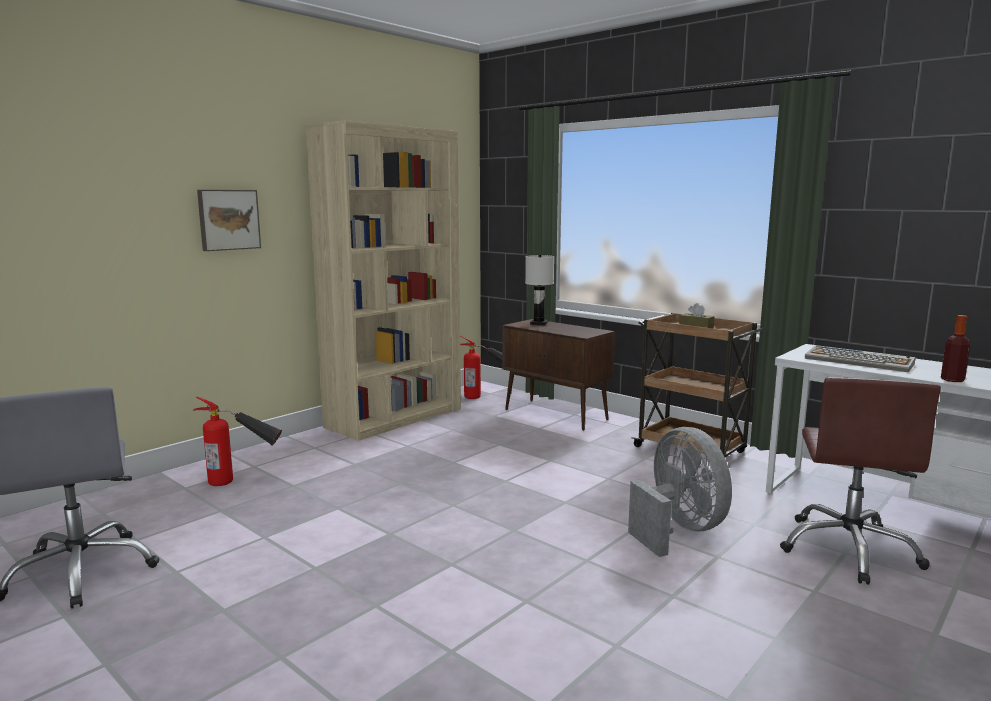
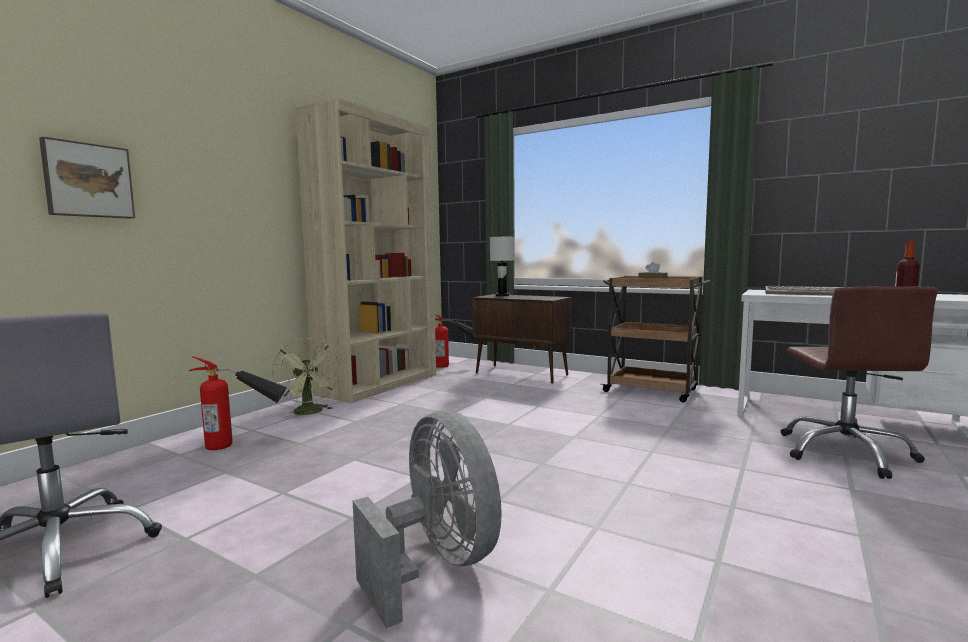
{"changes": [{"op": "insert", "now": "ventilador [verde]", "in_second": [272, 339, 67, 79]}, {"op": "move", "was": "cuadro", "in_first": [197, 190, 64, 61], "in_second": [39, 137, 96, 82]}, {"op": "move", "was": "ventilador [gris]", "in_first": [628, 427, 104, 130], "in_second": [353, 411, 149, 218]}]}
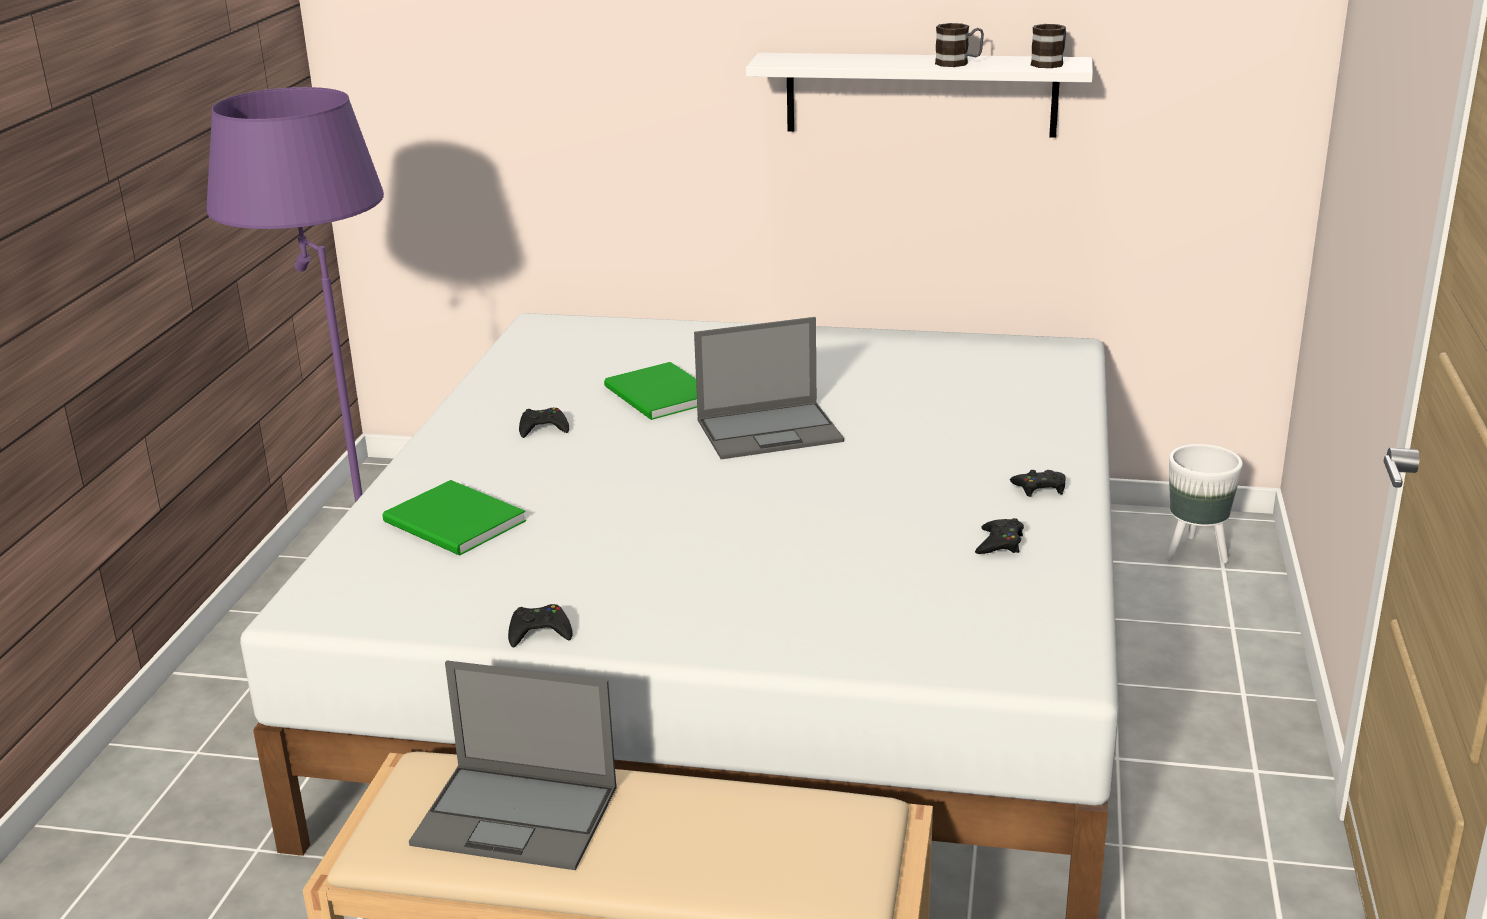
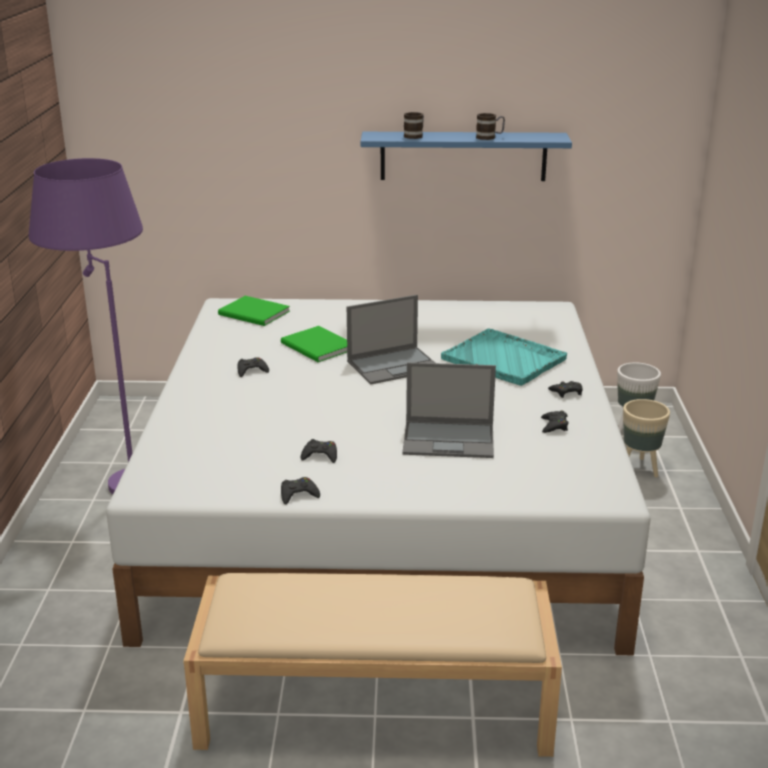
{"changes": [{"op": "insert", "now": "mando de consola [negro]", "in_second": [301, 439, 36, 24]}, {"op": "insert", "now": "bandeja [turquesa]", "in_second": [441, 328, 126, 58]}, {"op": "insert", "now": "maceta [beis]", "in_second": [623, 399, 47, 79]}, {"op": "move", "was": "libro [verde]", "in_first": [383, 480, 143, 76], "in_second": [218, 296, 72, 30]}, {"op": "move", "was": "portátil", "in_first": [409, 661, 208, 209], "in_second": [402, 362, 94, 96]}, {"op": "move", "was": "taza grande", "in_first": [1030, 24, 36, 44], "in_second": [404, 112, 20, 27]}, {"op": "recolor", "was": "estante [blanco]", "now": "estante [azul]", "in_first": [746, 53, 347, 85], "in_second": [360, 132, 212, 49]}]}
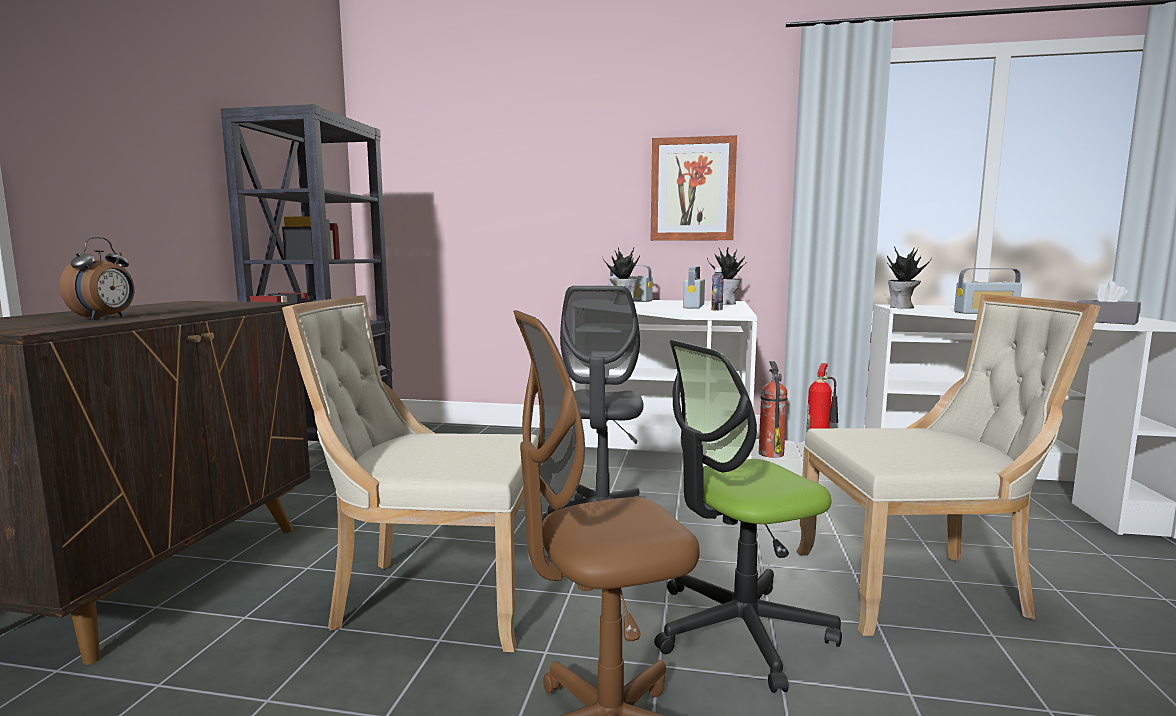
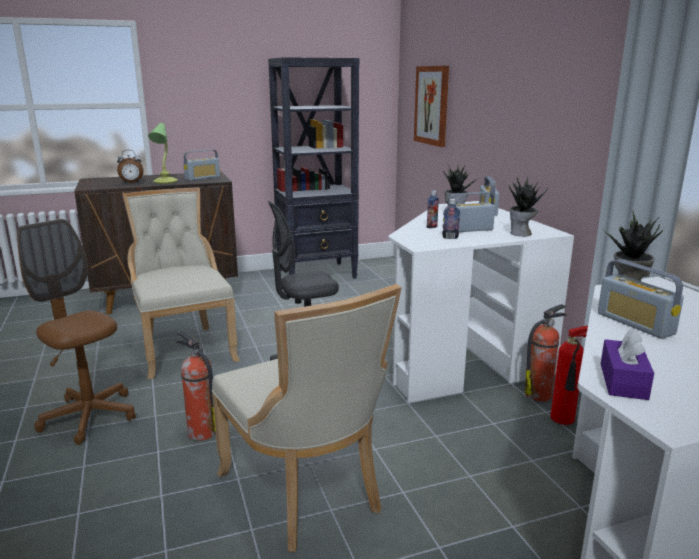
{"changes": [{"op": "insert", "now": "lámpara de mesa", "in_second": [148, 123, 30, 61]}, {"op": "insert", "now": "radio", "in_second": [183, 149, 37, 32]}, {"op": "insert", "now": "botella", "in_second": [427, 190, 12, 38]}, {"op": "move", "was": "cuadro", "in_first": [651, 135, 86, 106], "in_second": [414, 66, 35, 81]}, {"op": "replace", "was": "silla de oficina", "now": "extintor", "in_first": [654, 340, 188, 353], "in_second": [176, 331, 40, 110]}, {"op": "recolor", "was": "caja de pañuelos [gris]", "now": "caja de pañuelos [morado]", "in_first": [1077, 281, 64, 44], "in_second": [601, 328, 53, 72]}]}
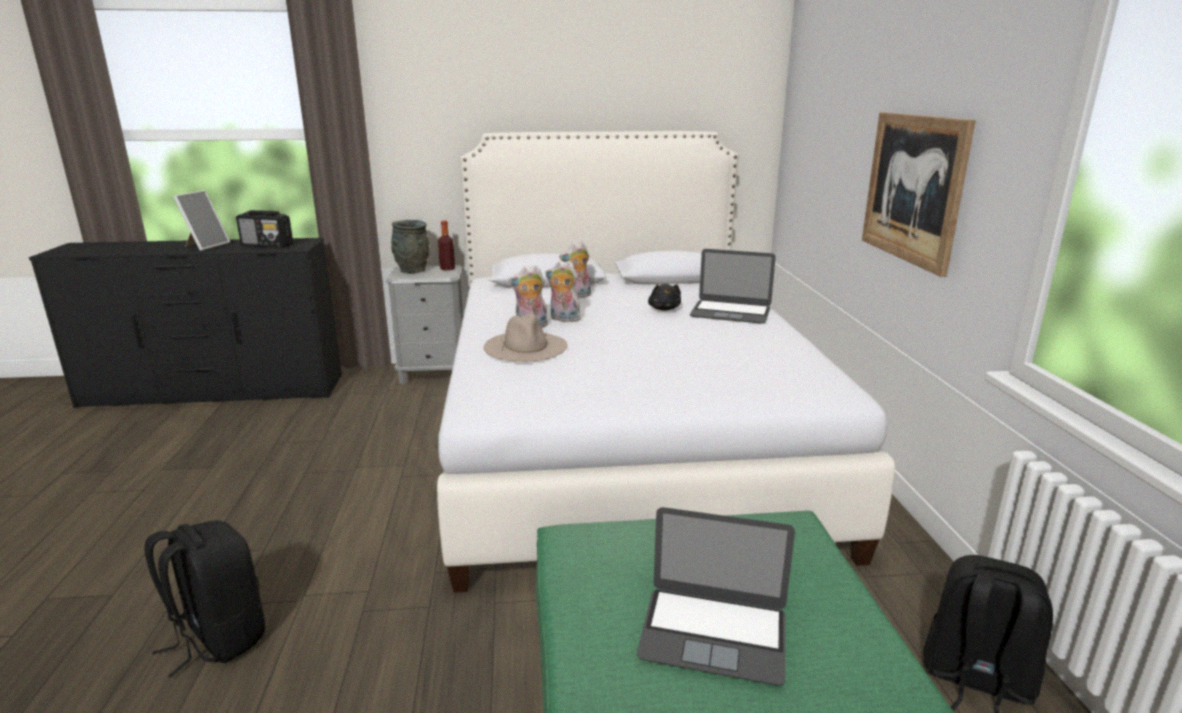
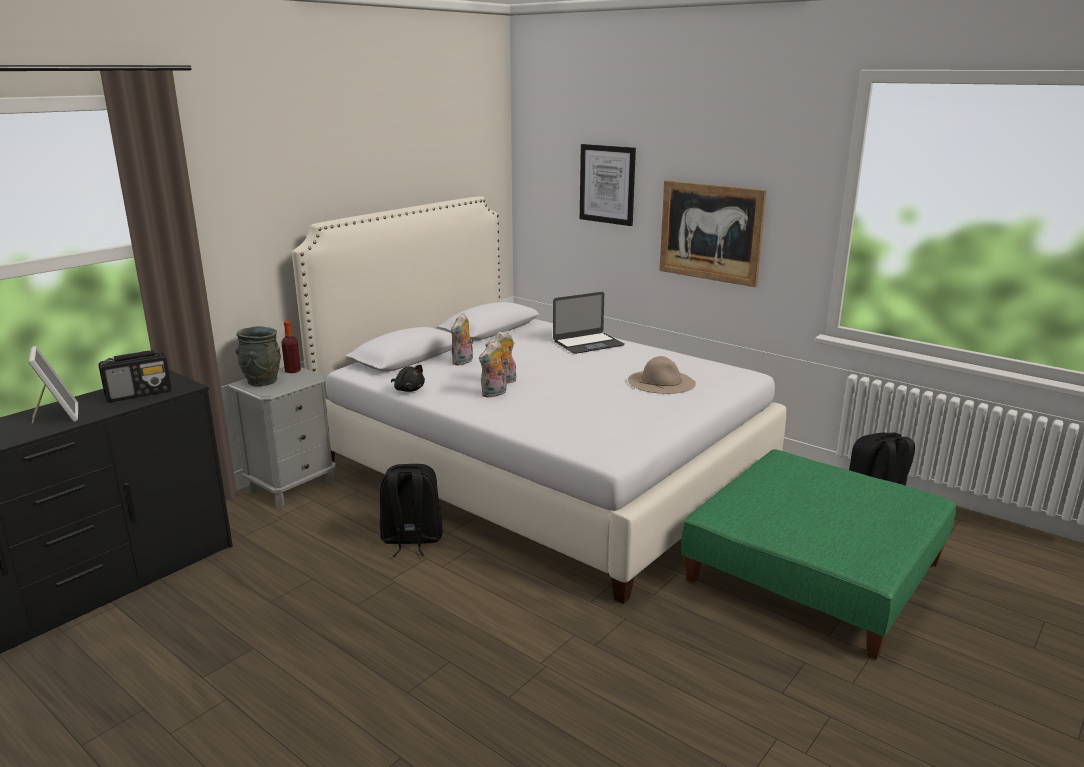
{"changes": [{"op": "delete", "was": "portátil", "in_first": [637, 507, 158, 179]}, {"op": "insert", "now": "cuadro", "in_second": [580, 144, 56, 82]}, {"op": "move", "was": "mochila [negro]", "in_first": [144, 520, 121, 158], "in_second": [380, 464, 62, 93]}, {"op": "move", "was": "sombrero [beis]", "in_first": [484, 314, 84, 48], "in_second": [628, 356, 68, 38]}, {"op": "move", "was": "peluche [negro]", "in_first": [648, 284, 33, 27], "in_second": [391, 365, 34, 27]}]}
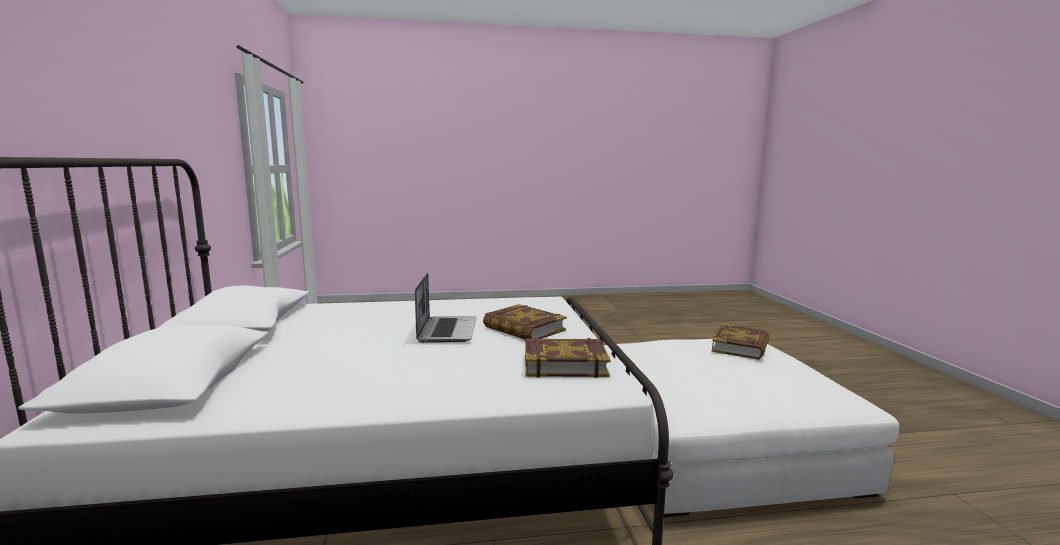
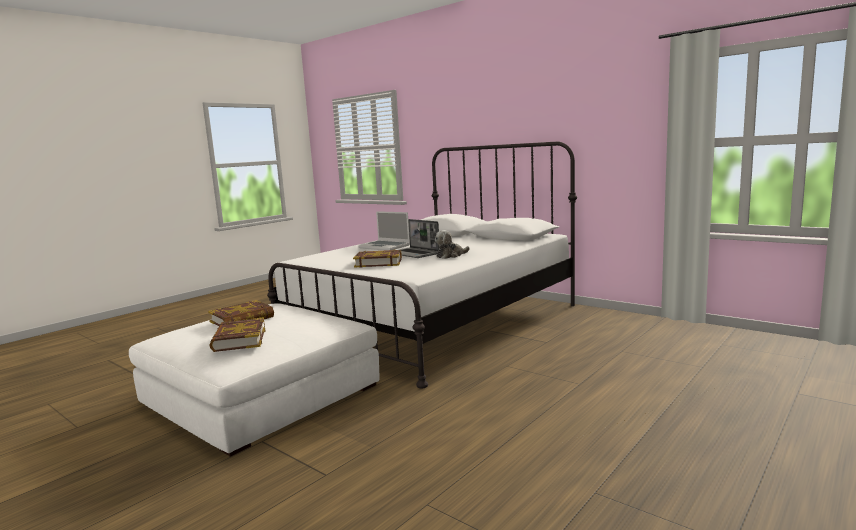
{"changes": [{"op": "insert", "now": "portátil", "in_second": [358, 211, 52, 40]}, {"op": "insert", "now": "peluche", "in_second": [435, 230, 35, 29]}, {"op": "move", "was": "libro", "in_first": [525, 338, 85, 40], "in_second": [208, 300, 66, 26]}]}
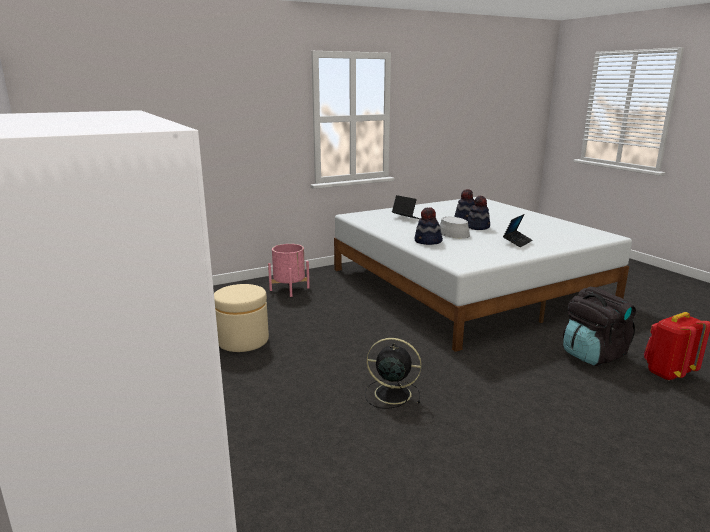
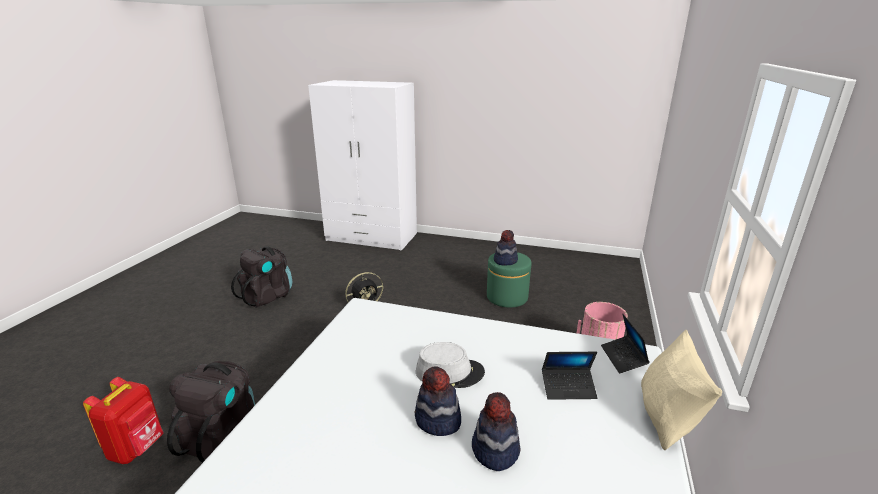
{"changes": [{"op": "insert", "now": "mochila [negro]", "in_second": [231, 246, 61, 62]}, {"op": "insert", "now": "cojín [beis]", "in_second": [641, 330, 81, 120]}, {"op": "move", "was": "sombrero", "in_first": [414, 208, 29, 37], "in_second": [494, 230, 24, 36]}, {"op": "move", "was": "portátil", "in_first": [503, 214, 30, 33], "in_second": [601, 314, 49, 60]}, {"op": "recolor", "was": "puf [beis]", "now": "puf [verde]", "in_first": [214, 284, 55, 68], "in_second": [487, 252, 45, 56]}]}
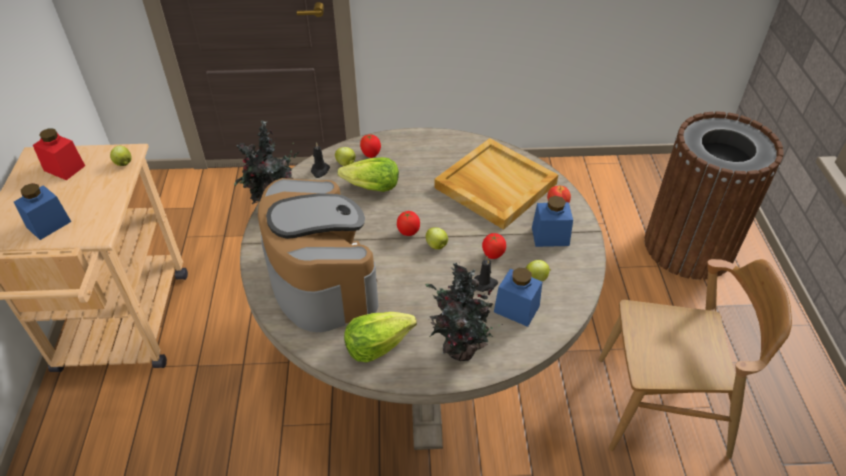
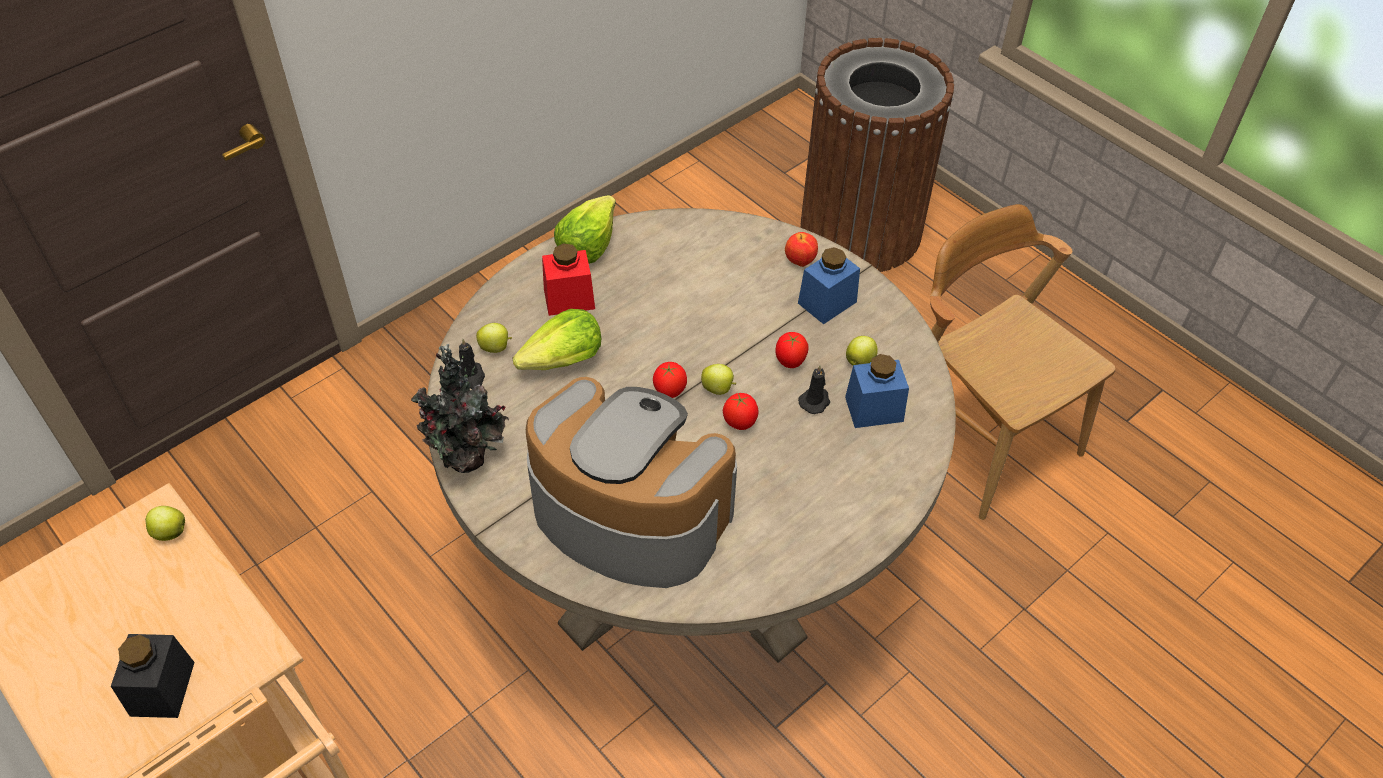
{"changes": [{"op": "delete", "was": "planta en maceta", "in_first": [425, 263, 78, 98]}, {"op": "delete", "was": "bandeja [beis]", "in_first": [434, 138, 124, 92]}, {"op": "move", "was": "tarro [rojo]", "in_first": [33, 128, 52, 52], "in_second": [542, 243, 53, 73]}, {"op": "move", "was": "lechuga", "in_first": [344, 312, 73, 51], "in_second": [554, 195, 62, 69]}, {"op": "move", "was": "tomate", "in_first": [360, 134, 21, 24], "in_second": [723, 393, 36, 37]}, {"op": "recolor", "was": "tarro [azul]", "now": "tarro [negro]", "in_first": [14, 183, 57, 57], "in_second": [111, 634, 84, 84]}, {"op": "rotate", "was": "silla [marrón]", "in_first": [599, 259, 193, 199], "in_second": [930, 204, 185, 316], "clockwise": -90}]}
